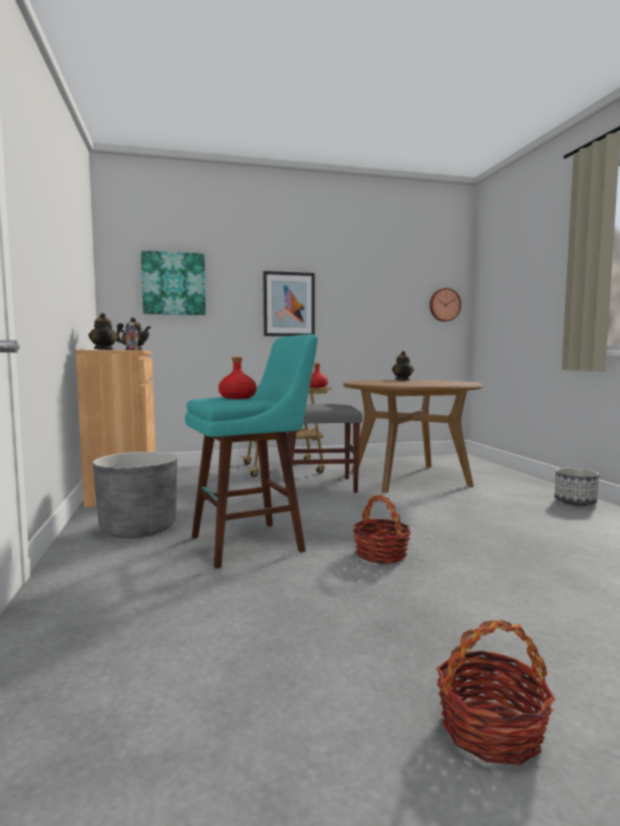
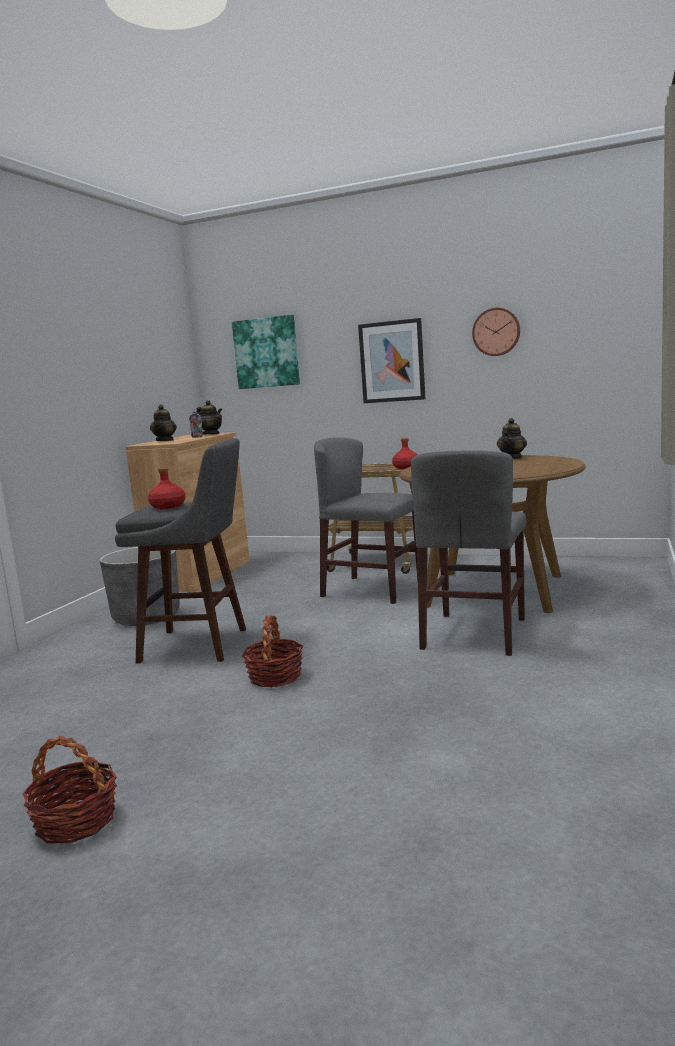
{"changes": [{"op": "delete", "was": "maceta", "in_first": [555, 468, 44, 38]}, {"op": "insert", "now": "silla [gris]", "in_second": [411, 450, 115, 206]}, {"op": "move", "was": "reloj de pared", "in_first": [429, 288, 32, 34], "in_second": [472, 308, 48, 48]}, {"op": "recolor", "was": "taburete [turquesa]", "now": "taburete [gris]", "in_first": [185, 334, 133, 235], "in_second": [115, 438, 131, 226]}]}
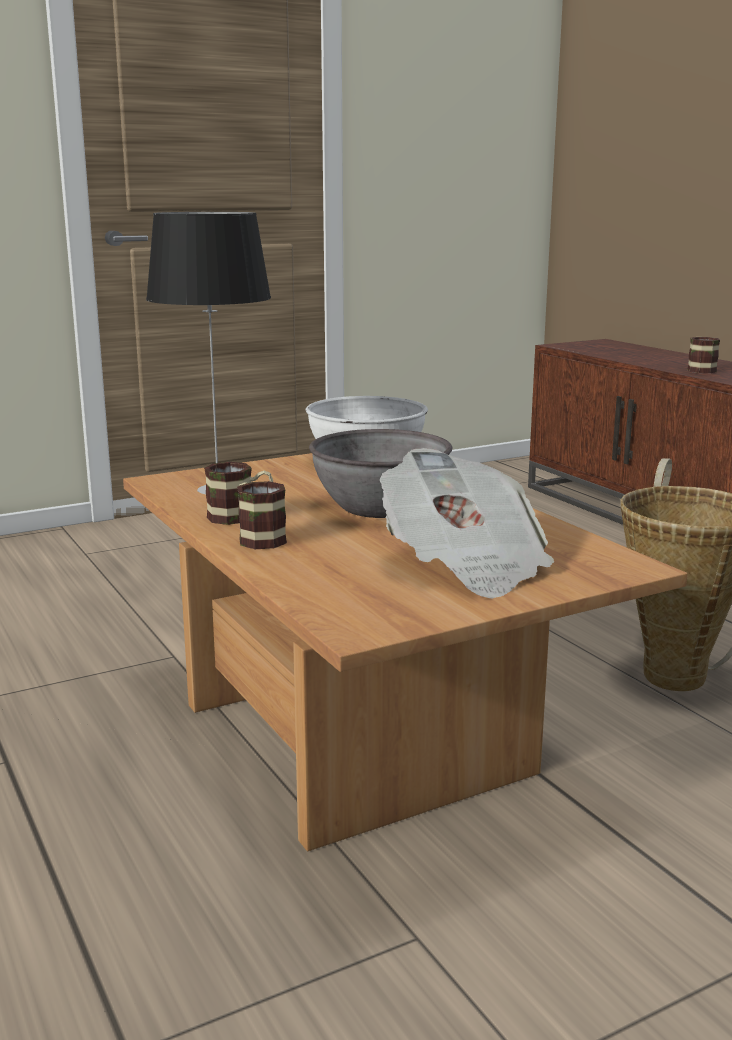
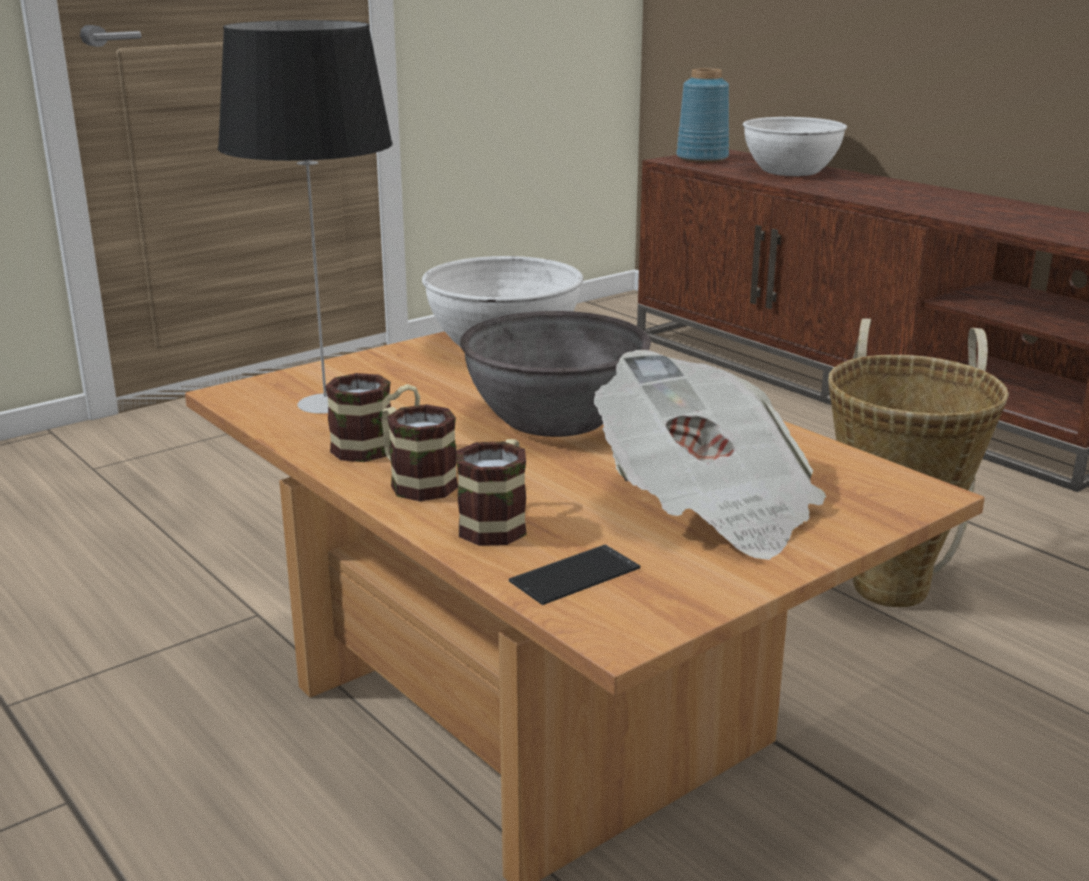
{"changes": [{"op": "insert", "now": "móvil", "in_second": [509, 544, 131, 61]}, {"op": "insert", "now": "florero [azul]", "in_second": [676, 68, 53, 94]}, {"op": "insert", "now": "cuenco [blanco]", "in_second": [743, 117, 104, 59]}, {"op": "move", "was": "taza grande", "in_first": [687, 337, 33, 36], "in_second": [456, 439, 71, 107]}]}
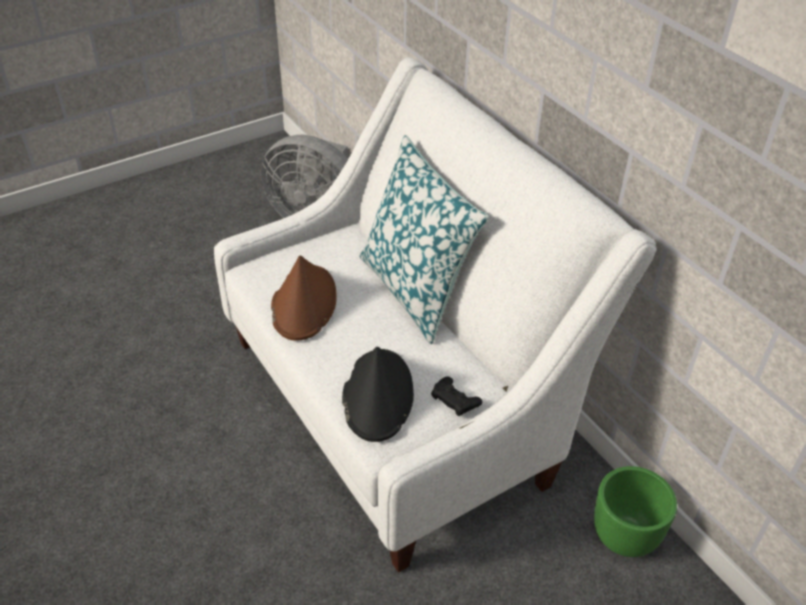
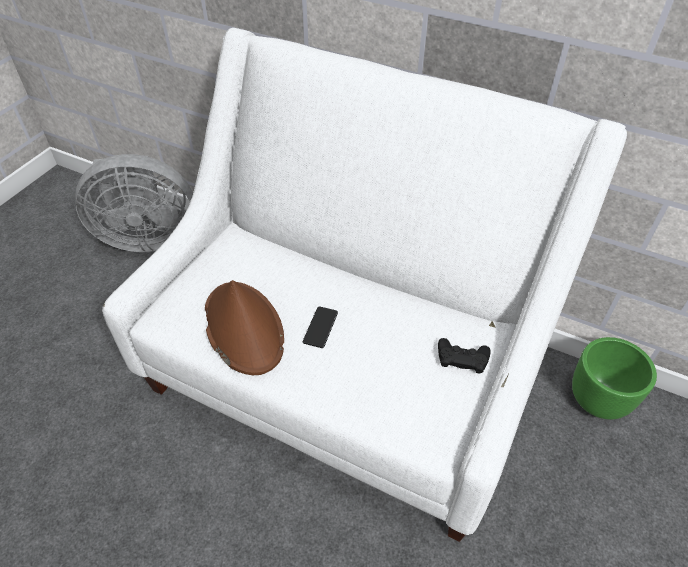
{"changes": [{"op": "delete", "was": "sombrero [negro]", "in_first": [342, 347, 72, 95]}, {"op": "delete", "was": "cojín", "in_first": [360, 135, 129, 209]}, {"op": "insert", "now": "móvil", "in_second": [303, 306, 35, 42]}]}
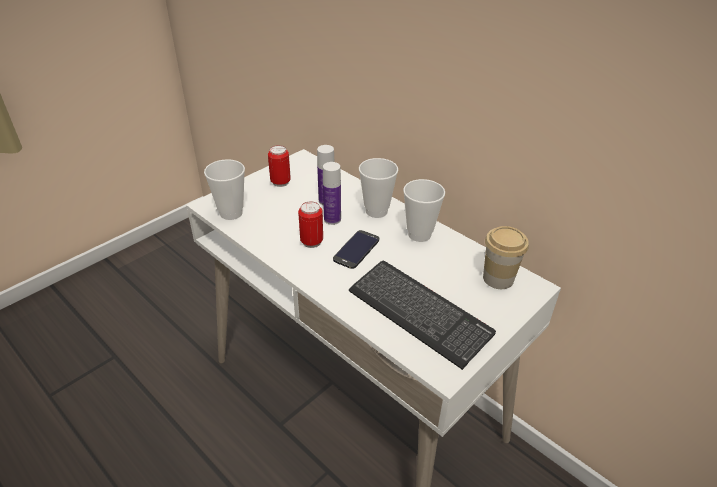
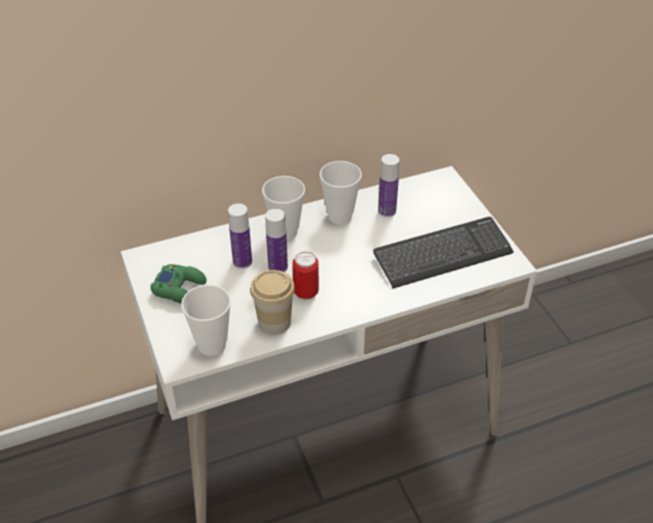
{"changes": [{"op": "delete", "was": "móvil", "in_first": [333, 230, 46, 39]}, {"op": "insert", "now": "botella", "in_second": [378, 154, 22, 63]}, {"op": "move", "was": "taza", "in_first": [483, 226, 46, 63], "in_second": [250, 270, 45, 65]}, {"op": "replace", "was": "lata", "now": "mando de consola [verde]", "in_first": [268, 145, 23, 42], "in_second": [150, 264, 57, 40]}]}
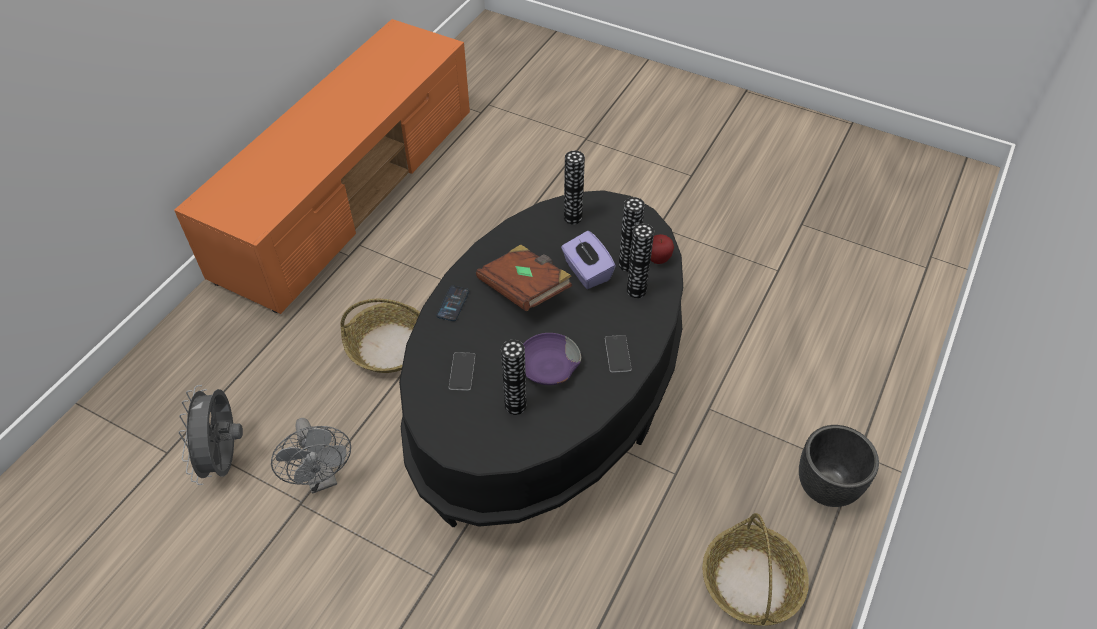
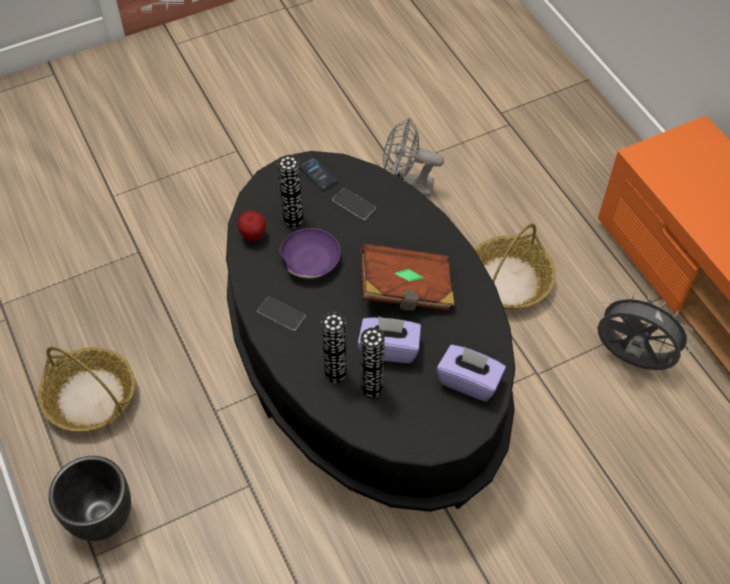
{"changes": [{"op": "move", "was": "ventilador [gris]", "in_first": [179, 385, 64, 100], "in_second": [597, 292, 97, 78]}, {"op": "move", "was": "móvil", "in_first": [437, 285, 32, 36], "in_second": [299, 157, 39, 33]}, {"op": "move", "was": "manzana", "in_first": [651, 234, 23, 30], "in_second": [237, 210, 29, 32]}, {"op": "replace", "was": "florero", "now": "caja de pañuelos [morado]", "in_first": [564, 151, 21, 74], "in_second": [437, 345, 69, 57]}]}
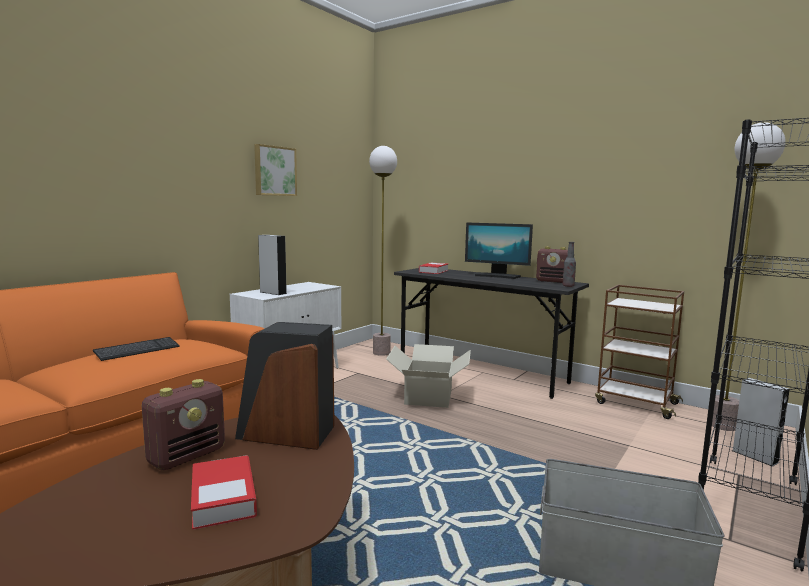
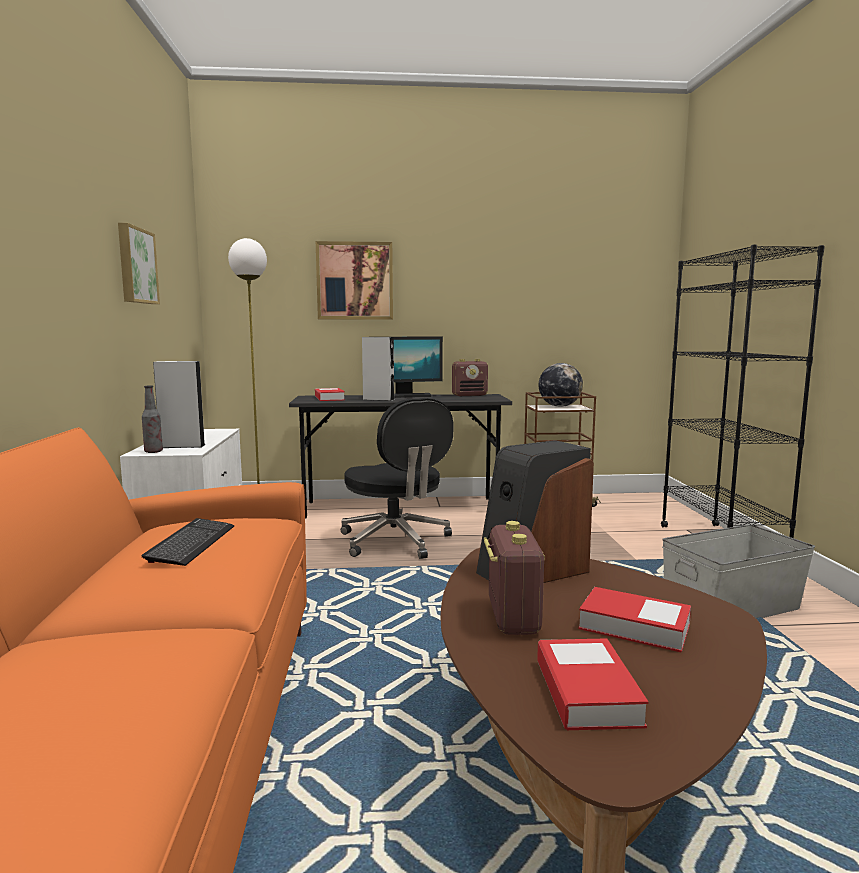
{"changes": [{"op": "delete", "was": "lámpara de pie", "in_first": [712, 122, 74, 309]}, {"op": "insert", "now": "cuadro", "in_second": [316, 241, 77, 78]}, {"op": "insert", "now": "libro", "in_second": [537, 638, 112, 92]}, {"op": "insert", "now": "globo terráqueo", "in_second": [539, 363, 44, 44]}, {"op": "move", "was": "botella", "in_first": [563, 242, 13, 45], "in_second": [142, 385, 21, 68]}, {"op": "move", "was": "altavoz [gris]", "in_first": [732, 378, 58, 89], "in_second": [362, 337, 32, 64]}, {"op": "replace", "was": "caja de cartón", "now": "silla de oficina [negro]", "in_first": [386, 344, 85, 64], "in_second": [341, 398, 113, 161]}]}
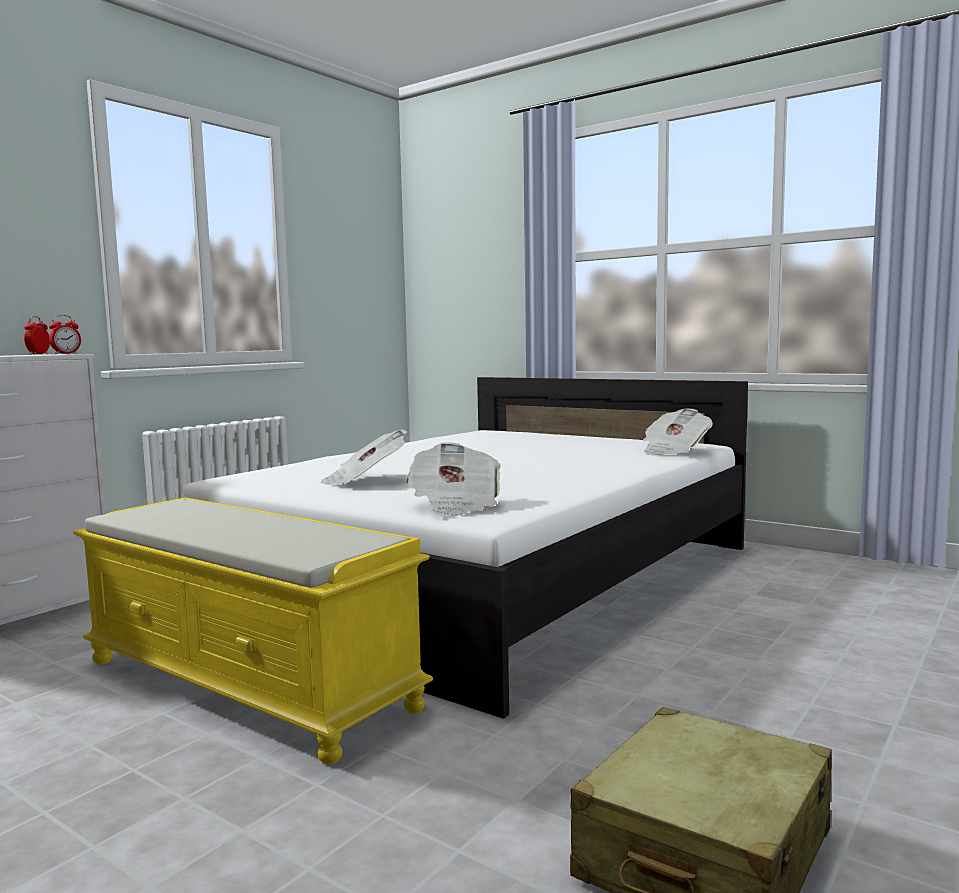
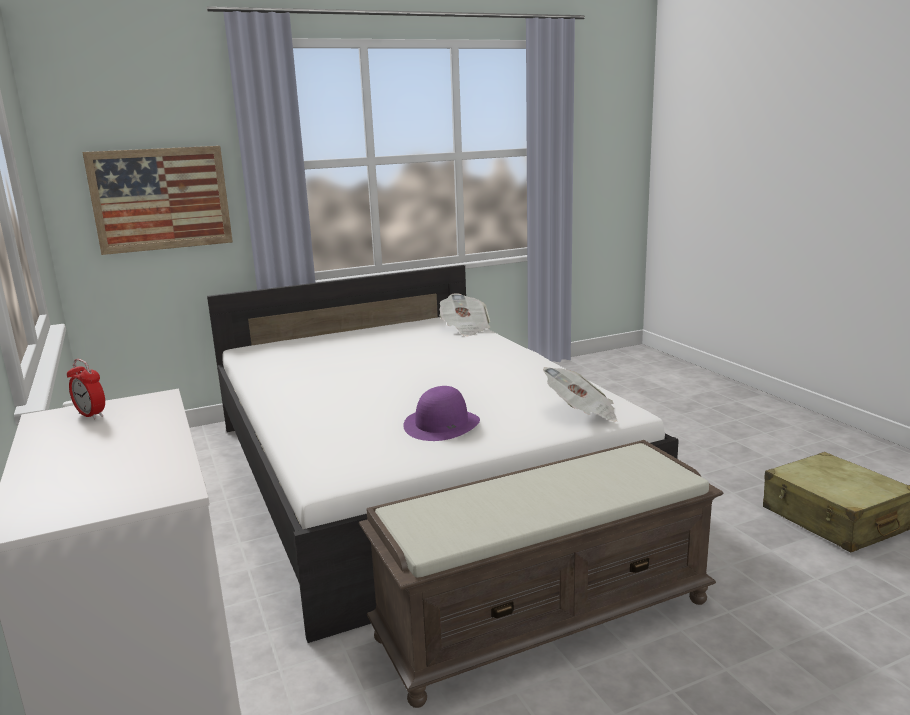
{"changes": [{"op": "delete", "was": "despertador", "in_first": [49, 315, 32, 39]}, {"op": "insert", "now": "cuadro", "in_second": [82, 146, 151, 109]}, {"op": "replace", "was": "periódico", "now": "sombrero [morado]", "in_first": [321, 430, 87, 55], "in_second": [403, 386, 77, 55]}, {"op": "recolor", "was": "banco [amarillo]", "now": "banco [marrón]", "in_first": [73, 497, 360, 268], "in_second": [359, 440, 364, 268]}]}
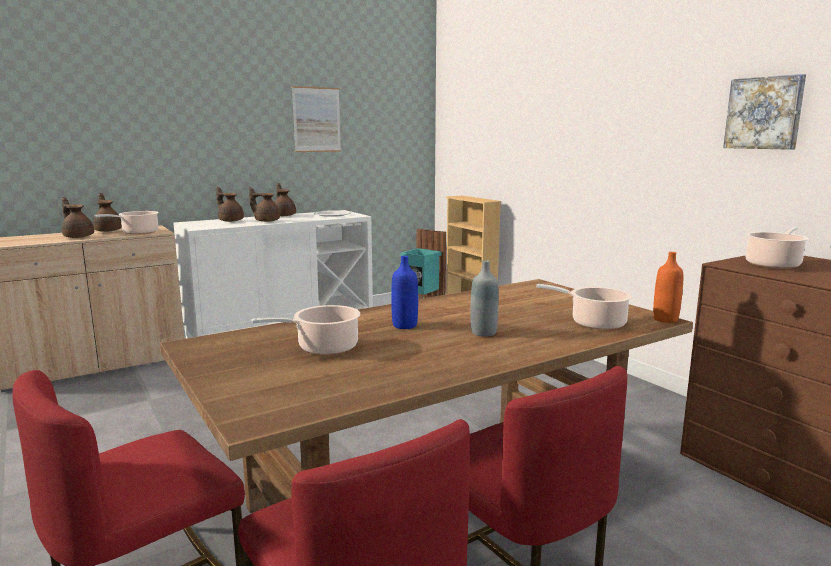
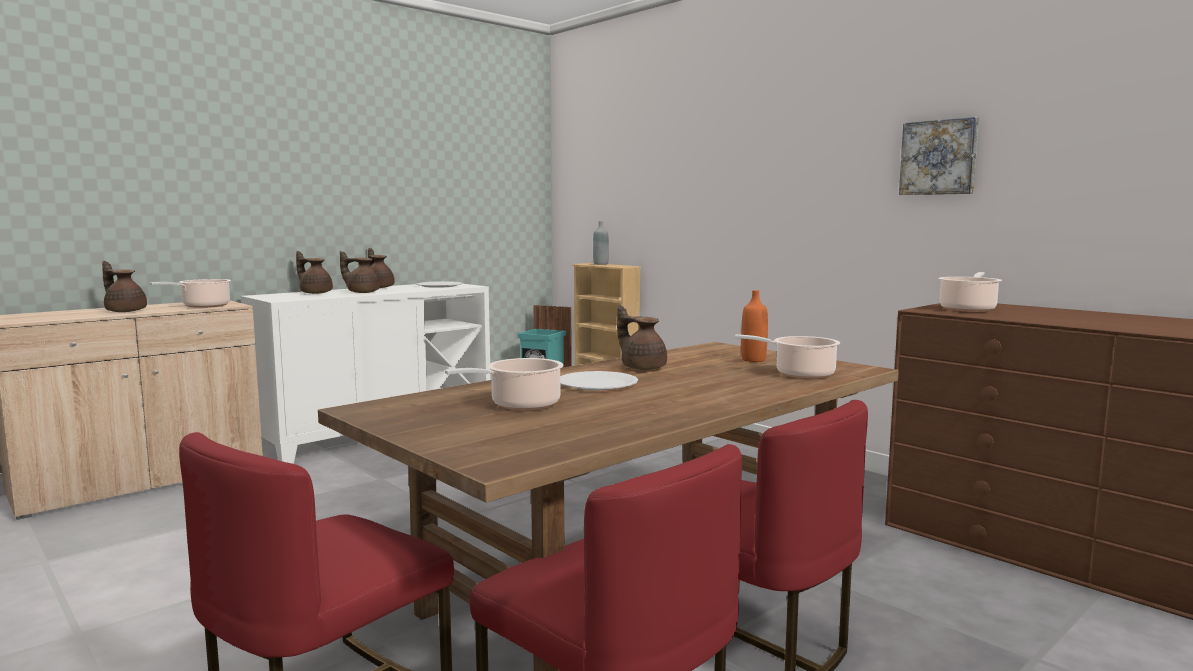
{"changes": [{"op": "delete", "was": "cuadro", "in_first": [292, 86, 49, 66]}, {"op": "move", "was": "tetera [marrón]", "in_first": [93, 193, 29, 39], "in_second": [617, 305, 50, 65]}, {"op": "move", "was": "botella [gris]", "in_first": [470, 260, 29, 76], "in_second": [593, 221, 16, 44]}, {"op": "move", "was": "botella [naranja]", "in_first": [653, 252, 30, 71], "in_second": [741, 290, 27, 72]}, {"op": "replace", "was": "botella [azul]", "now": "plato [blanco]", "in_first": [391, 256, 27, 73], "in_second": [560, 371, 78, 19]}]}
